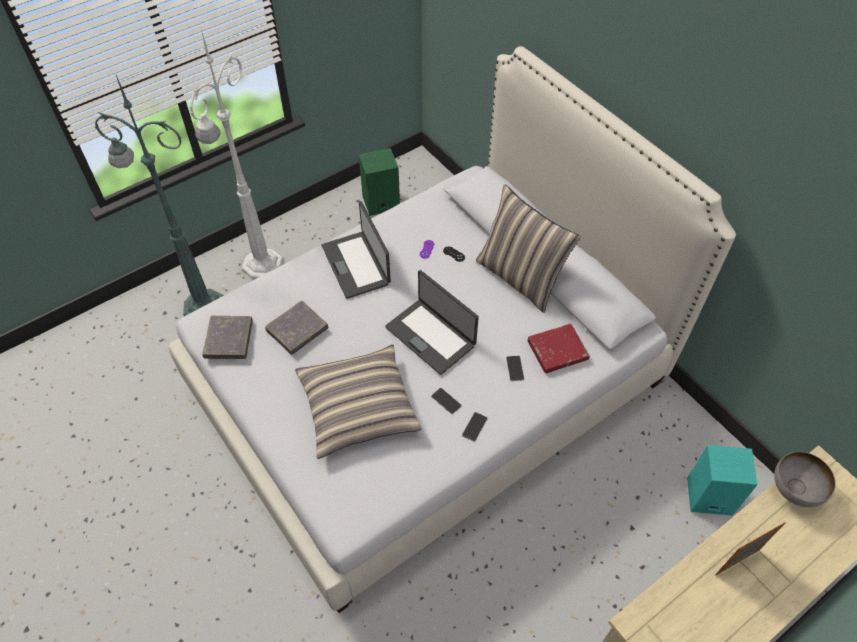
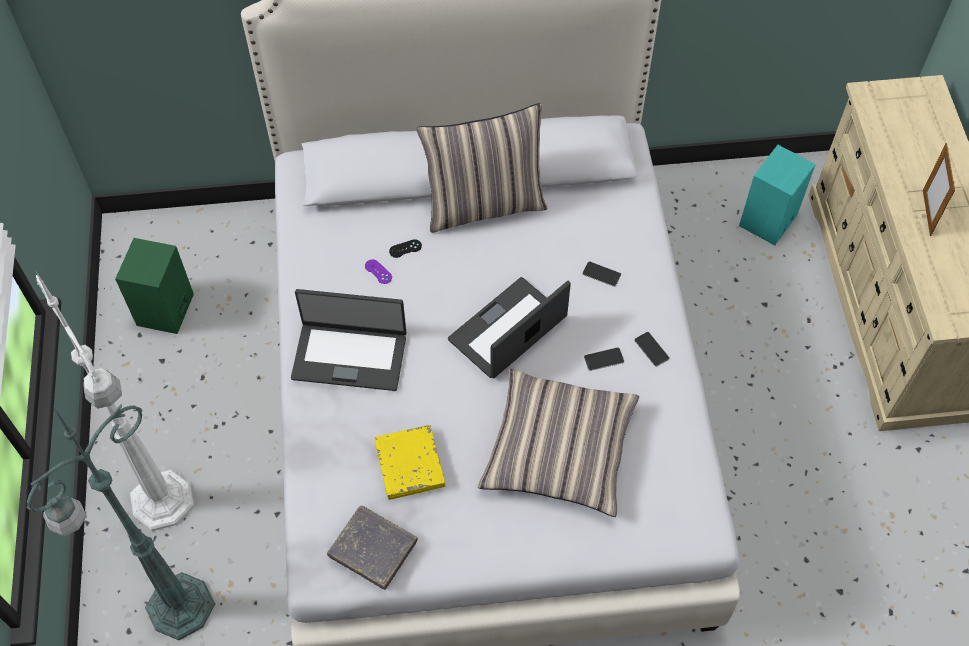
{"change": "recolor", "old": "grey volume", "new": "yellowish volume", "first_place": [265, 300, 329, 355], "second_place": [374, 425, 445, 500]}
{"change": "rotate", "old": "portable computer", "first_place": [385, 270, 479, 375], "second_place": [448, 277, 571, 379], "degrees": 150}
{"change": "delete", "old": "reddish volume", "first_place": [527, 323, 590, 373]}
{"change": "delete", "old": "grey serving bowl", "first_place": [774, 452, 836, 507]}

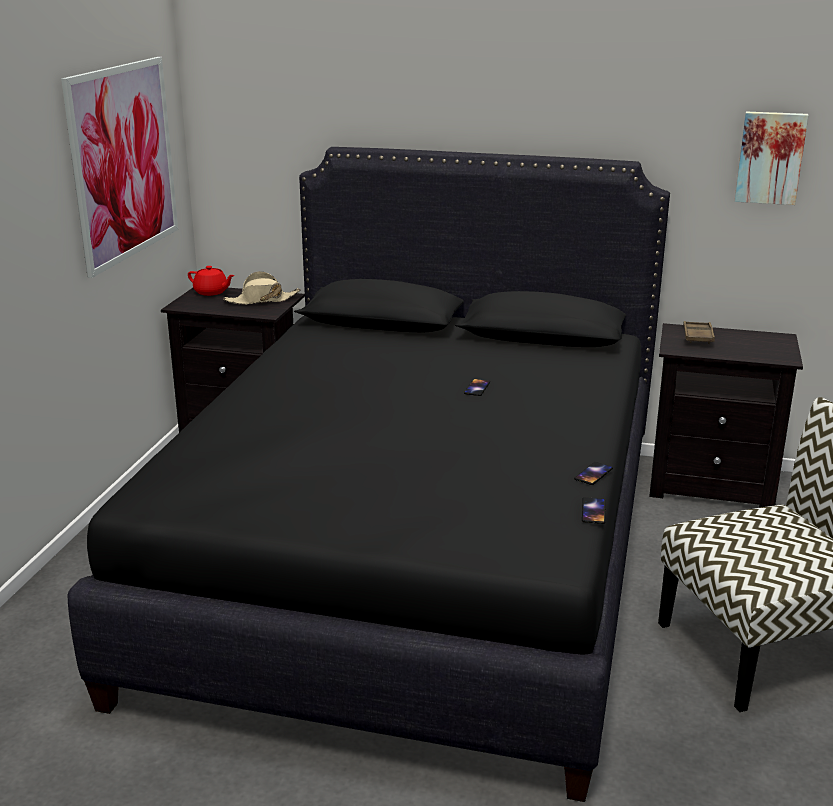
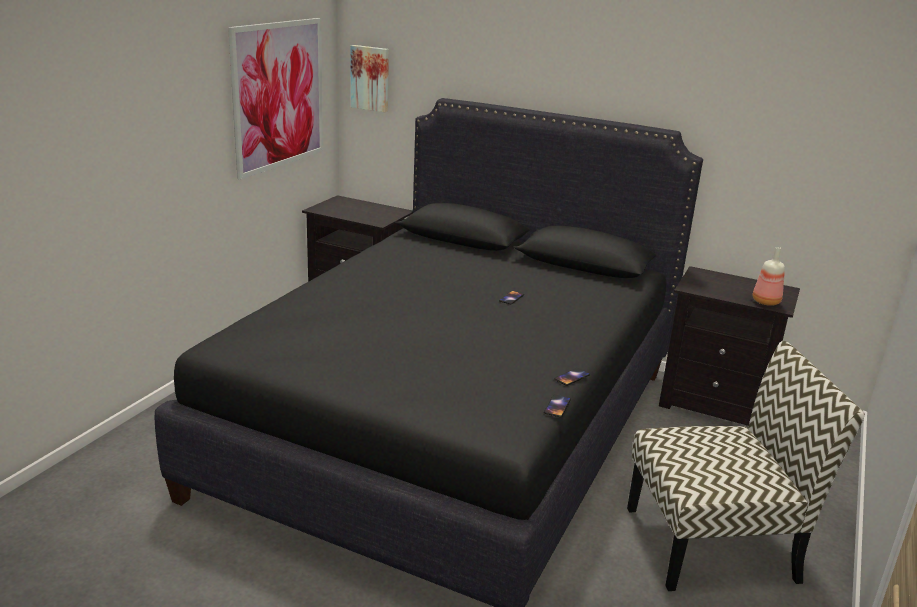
{"change": "delete", "old": "reddish teapot", "first_place": [188, 266, 235, 296]}
{"change": "delete", "old": "beige clothing hat", "first_place": [223, 271, 300, 305]}
{"change": "delete", "old": "brown tray", "first_place": [683, 321, 715, 344]}
{"change": "move", "old": "wall picture", "first_place": [735, 112, 809, 205], "second_place": [351, 45, 389, 112]}
{"change": "insert", "new": "beverage bottle", "second_place": [752, 247, 785, 306]}

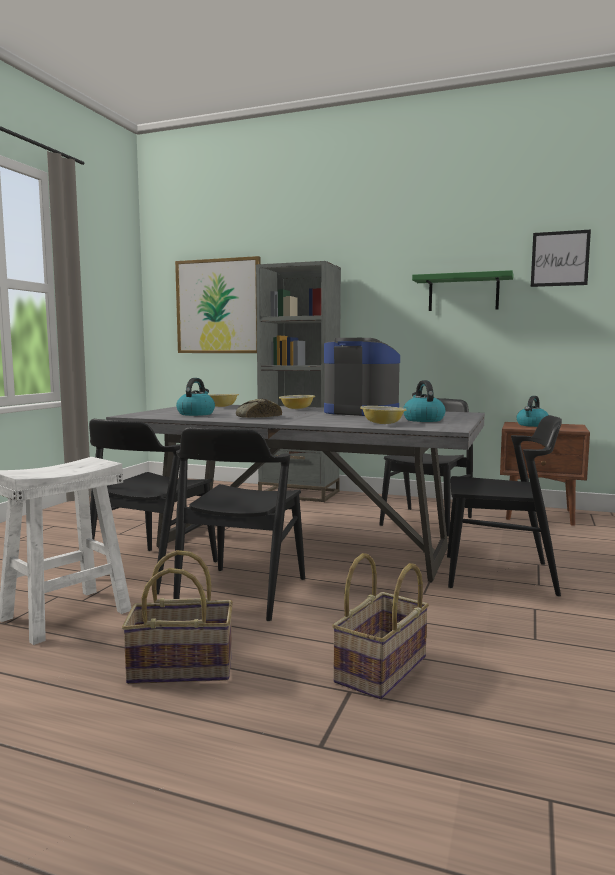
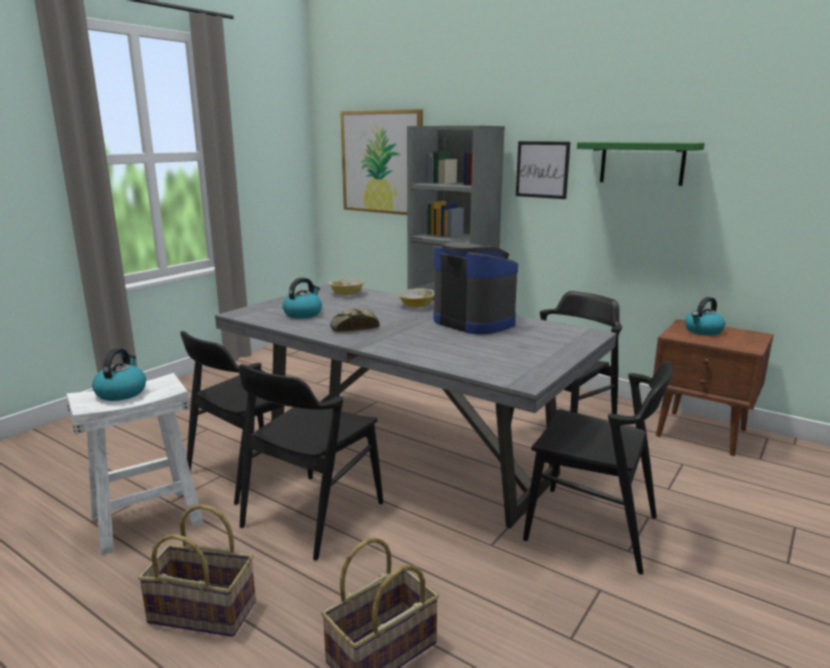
{"change": "delete", "old": "serving bowl", "first_place": [360, 406, 407, 424]}
{"change": "move", "old": "tea kettle", "first_place": [403, 380, 445, 422], "second_place": [92, 348, 146, 401]}
{"change": "move", "old": "wall picture", "first_place": [531, 230, 591, 287], "second_place": [516, 141, 570, 199]}

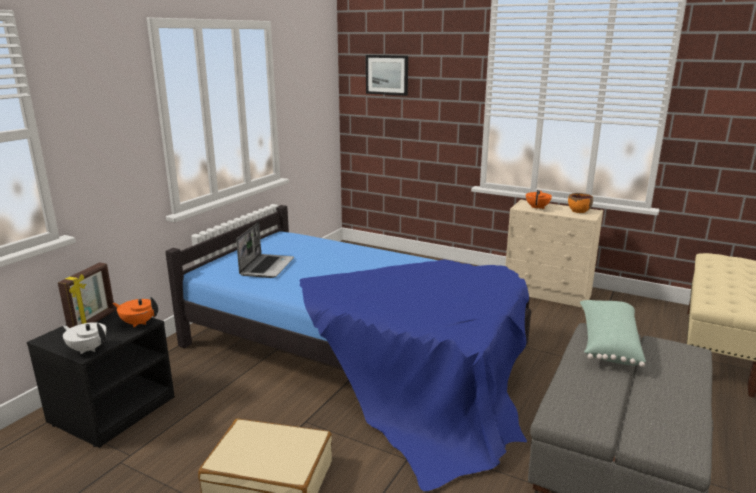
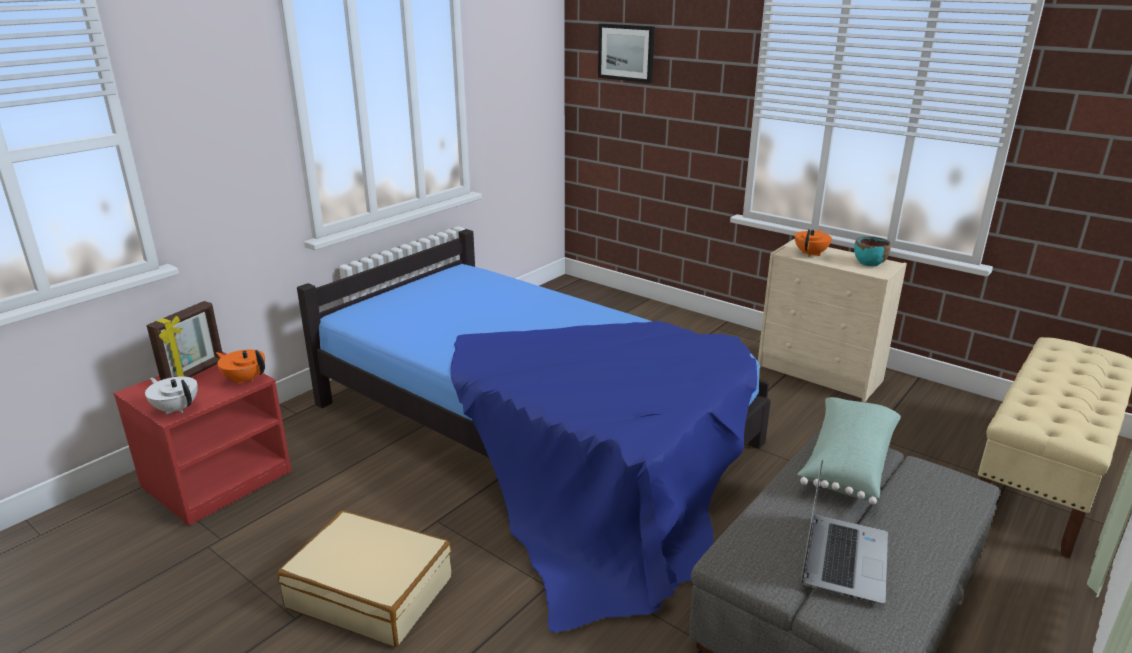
{"change": "recolor", "old": "black-coloured nightstand", "new": "reddish nightstand", "first_place": [27, 306, 175, 448], "second_place": [114, 351, 292, 526]}
{"change": "move", "old": "portable computer", "first_place": [236, 222, 294, 278], "second_place": [801, 460, 888, 604]}
{"change": "recolor", "old": "orange serving bowl", "new": "turquoise-coloured serving bowl", "first_place": [568, 193, 593, 213], "second_place": [854, 236, 891, 266]}

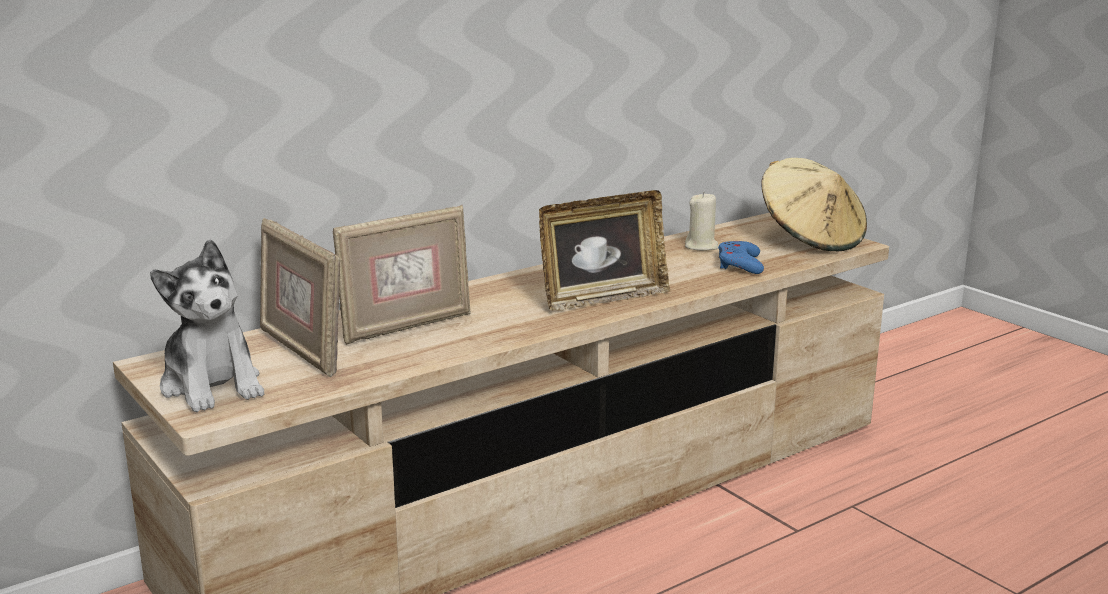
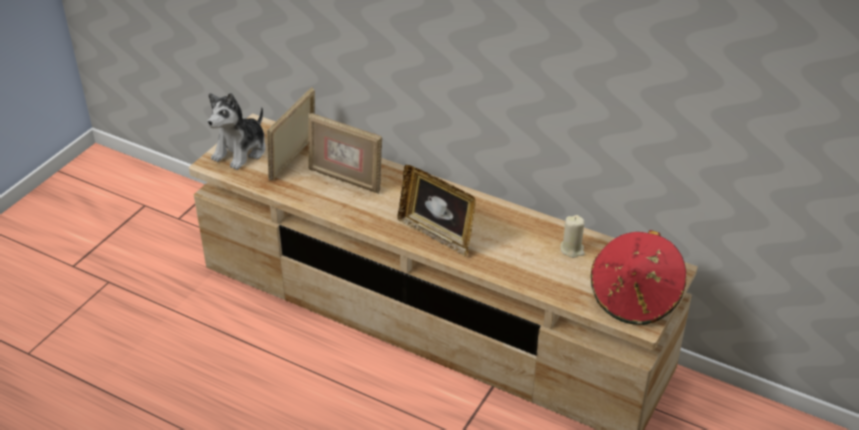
{"change": "delete", "old": "bluish game controller", "first_place": [718, 241, 764, 274]}
{"change": "recolor", "old": "beige clothing hat", "new": "reddish clothing hat", "first_place": [761, 158, 867, 251], "second_place": [591, 230, 686, 325]}

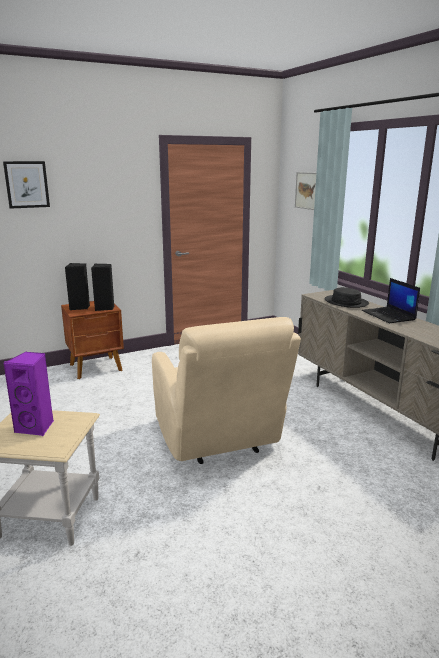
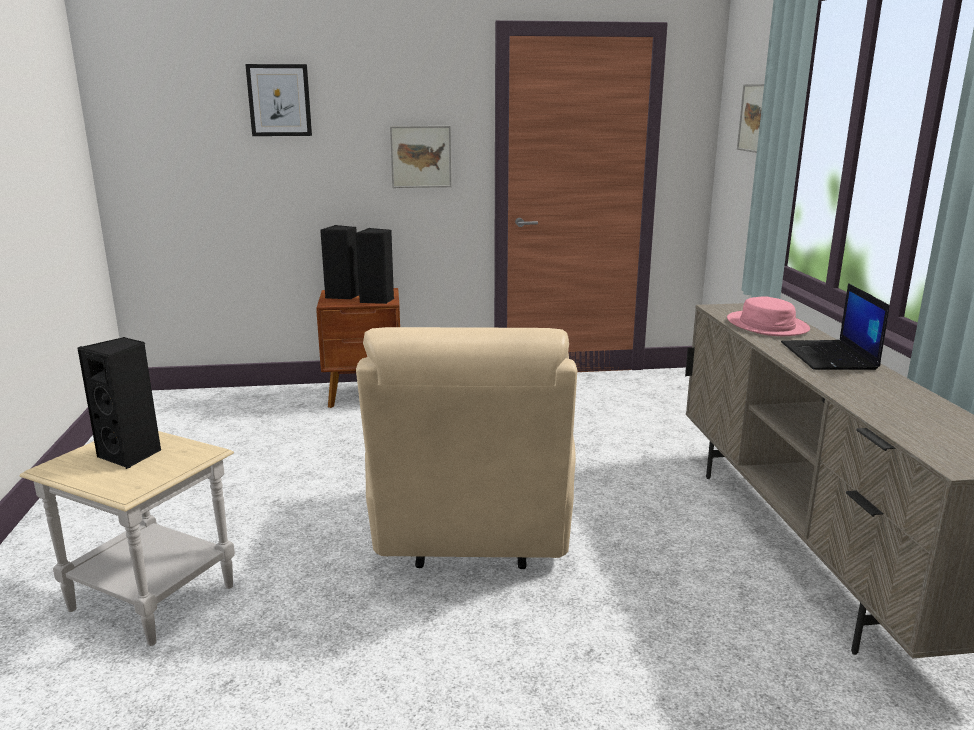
{"change": "recolor", "old": "purple loudspeaker", "new": "black-coloured loudspeaker", "first_place": [3, 352, 54, 436], "second_place": [78, 337, 161, 469]}
{"change": "recolor", "old": "black-coloured clothing hat", "new": "pinkish clothing hat", "first_place": [324, 287, 369, 308], "second_place": [727, 296, 810, 336]}
{"change": "insert", "new": "wall picture", "second_place": [390, 126, 452, 188]}

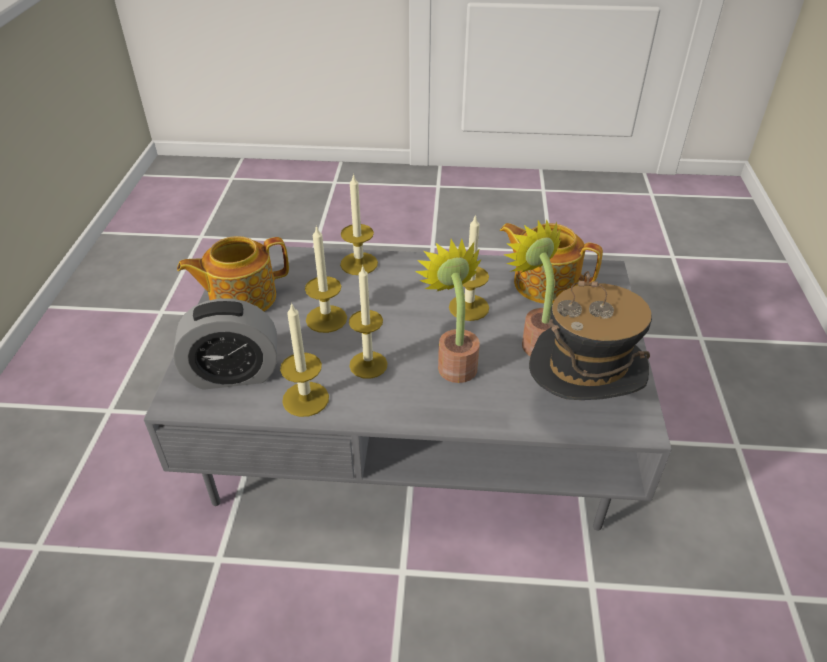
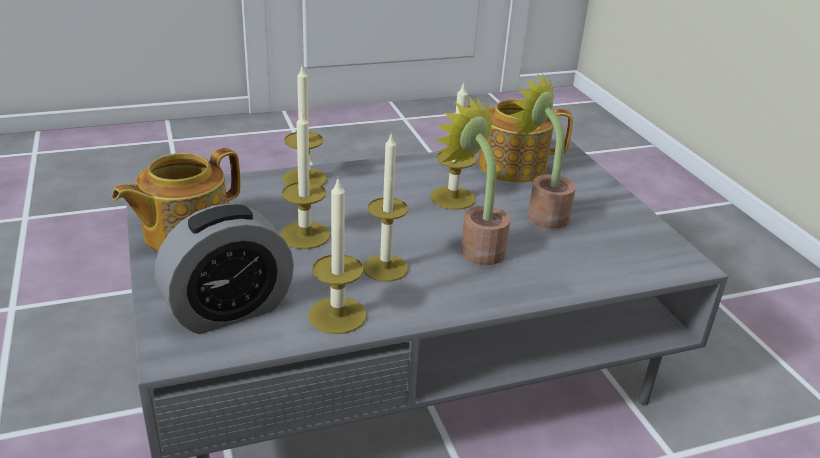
{"change": "delete", "old": "clothing hat", "first_place": [529, 271, 652, 400]}

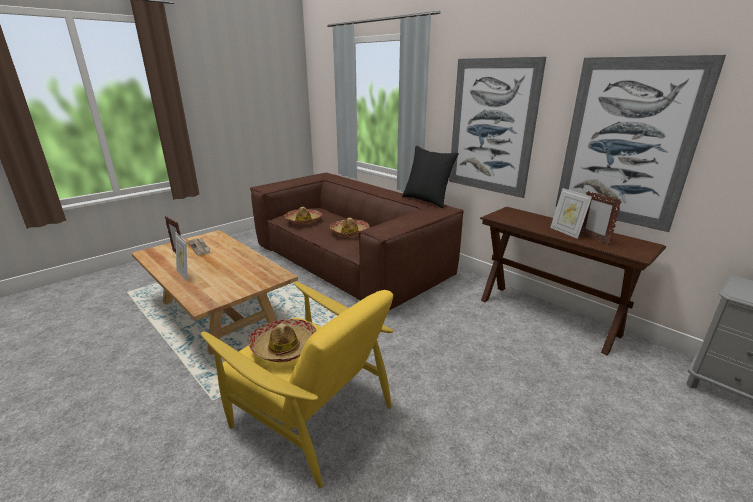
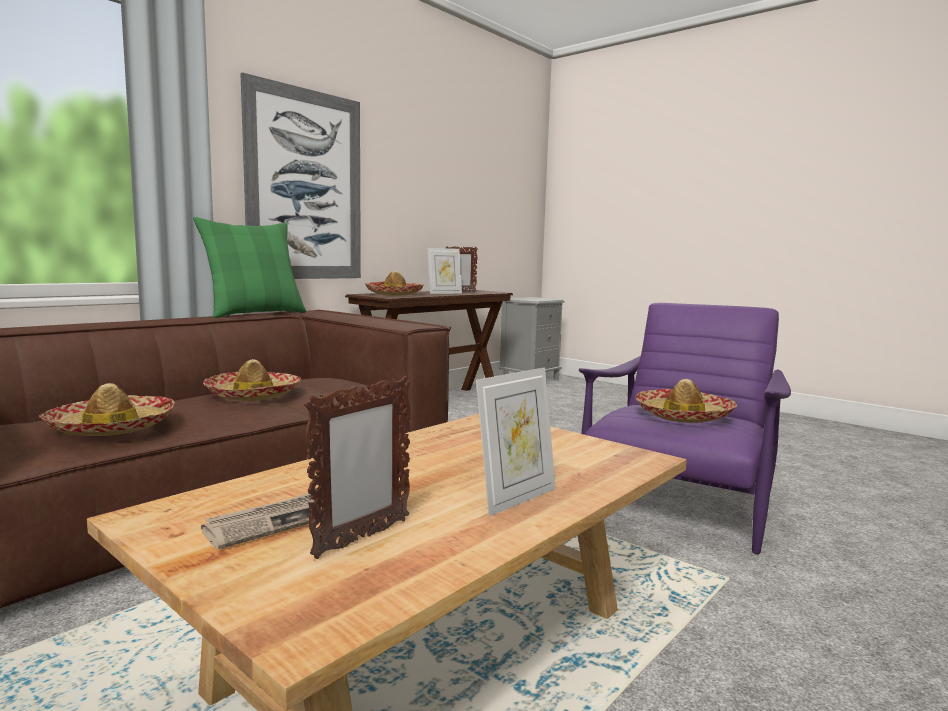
{"change": "recolor", "old": "yellowish armchair", "new": "purple armchair", "first_place": [201, 281, 393, 488], "second_place": [579, 303, 791, 554]}
{"change": "recolor", "old": "black-coloured pillow", "new": "greenish pillow", "first_place": [402, 146, 459, 208], "second_place": [193, 217, 306, 318]}
{"change": "delete", "old": "wall picture", "first_place": [556, 55, 726, 232]}
{"change": "insert", "new": "clothing hat", "second_place": [365, 271, 425, 296]}

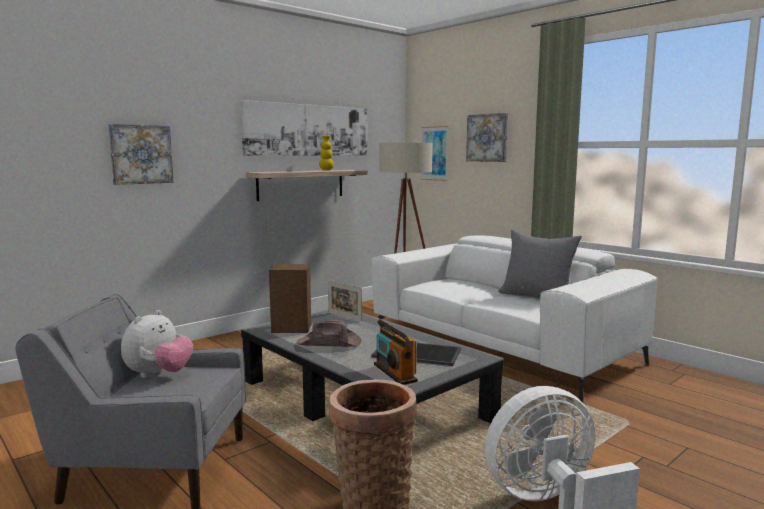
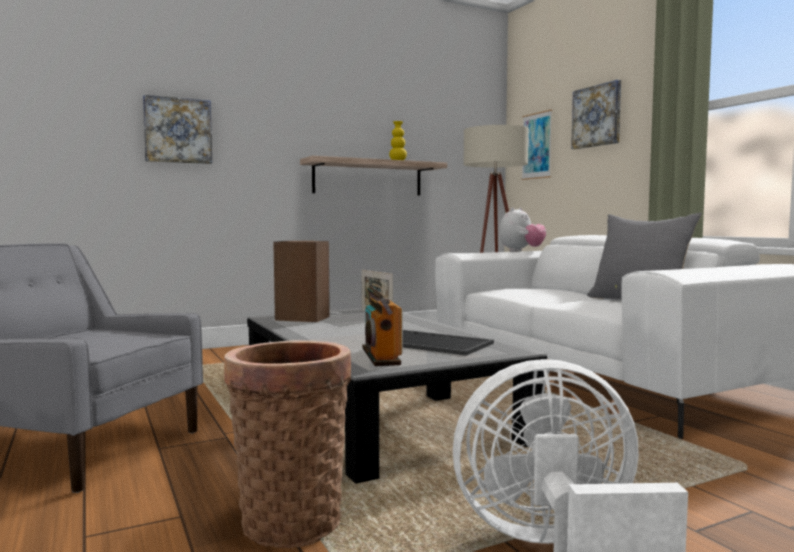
{"change": "move", "old": "cuddly toy", "first_place": [121, 310, 193, 378], "second_place": [499, 207, 546, 252]}
{"change": "delete", "old": "wall picture", "first_place": [240, 100, 367, 156]}
{"change": "delete", "old": "brown clothing hat", "first_place": [297, 320, 362, 347]}

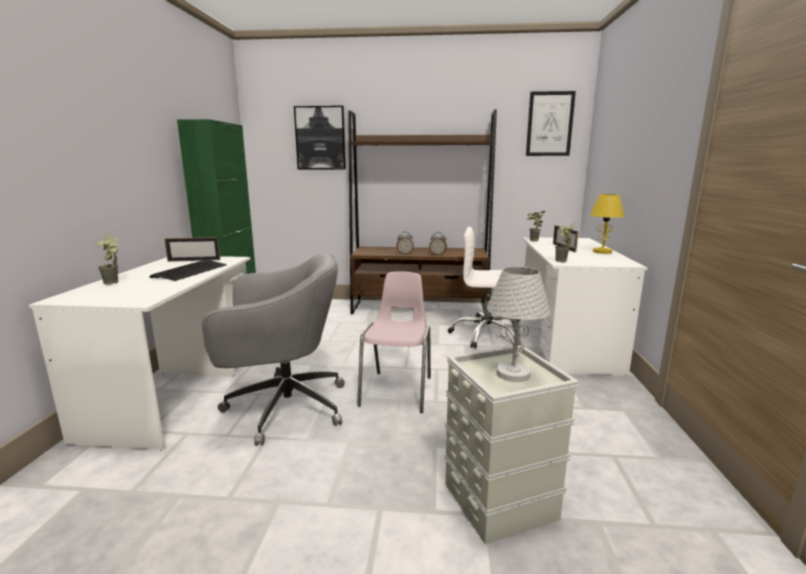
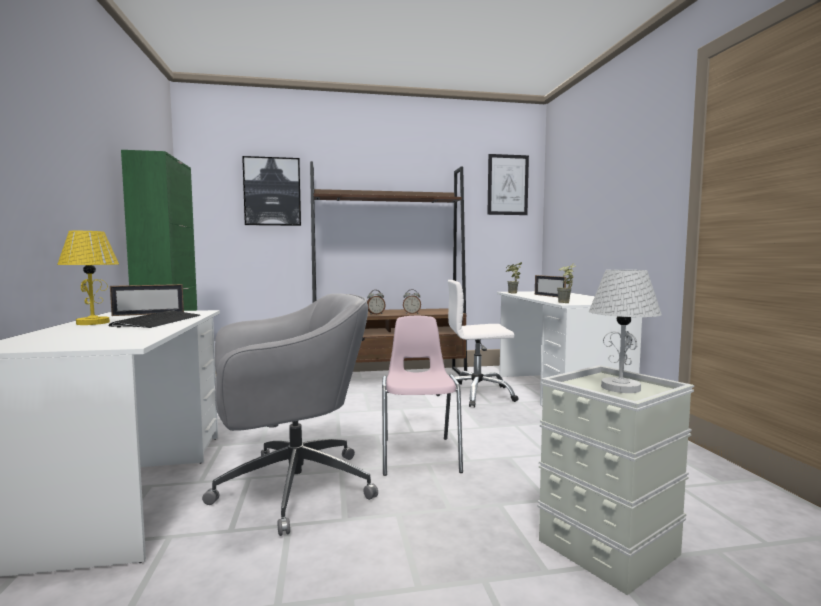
{"change": "delete", "old": "plant in a pot", "first_place": [95, 234, 120, 285]}
{"change": "move", "old": "yellowish lamp for a table", "first_place": [590, 194, 625, 254], "second_place": [57, 231, 119, 325]}

